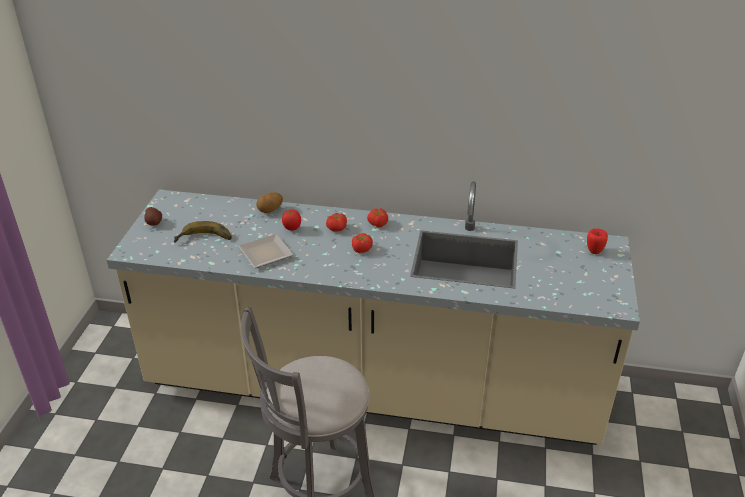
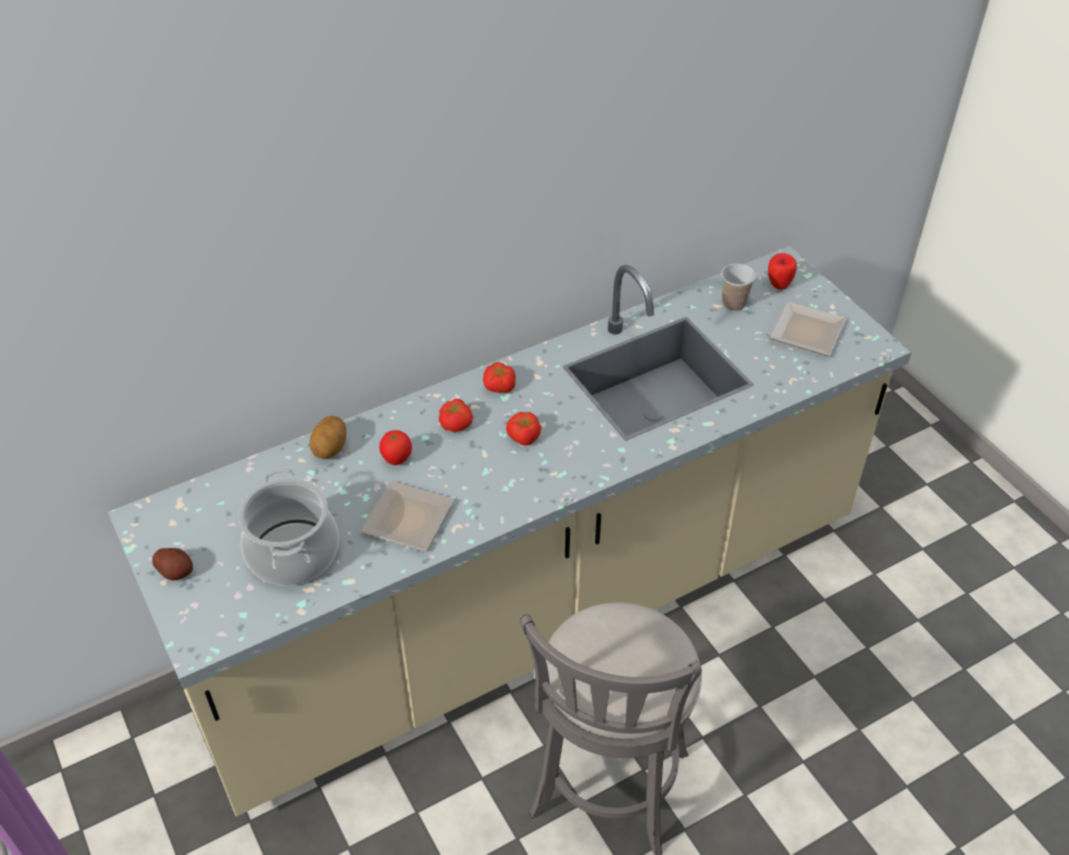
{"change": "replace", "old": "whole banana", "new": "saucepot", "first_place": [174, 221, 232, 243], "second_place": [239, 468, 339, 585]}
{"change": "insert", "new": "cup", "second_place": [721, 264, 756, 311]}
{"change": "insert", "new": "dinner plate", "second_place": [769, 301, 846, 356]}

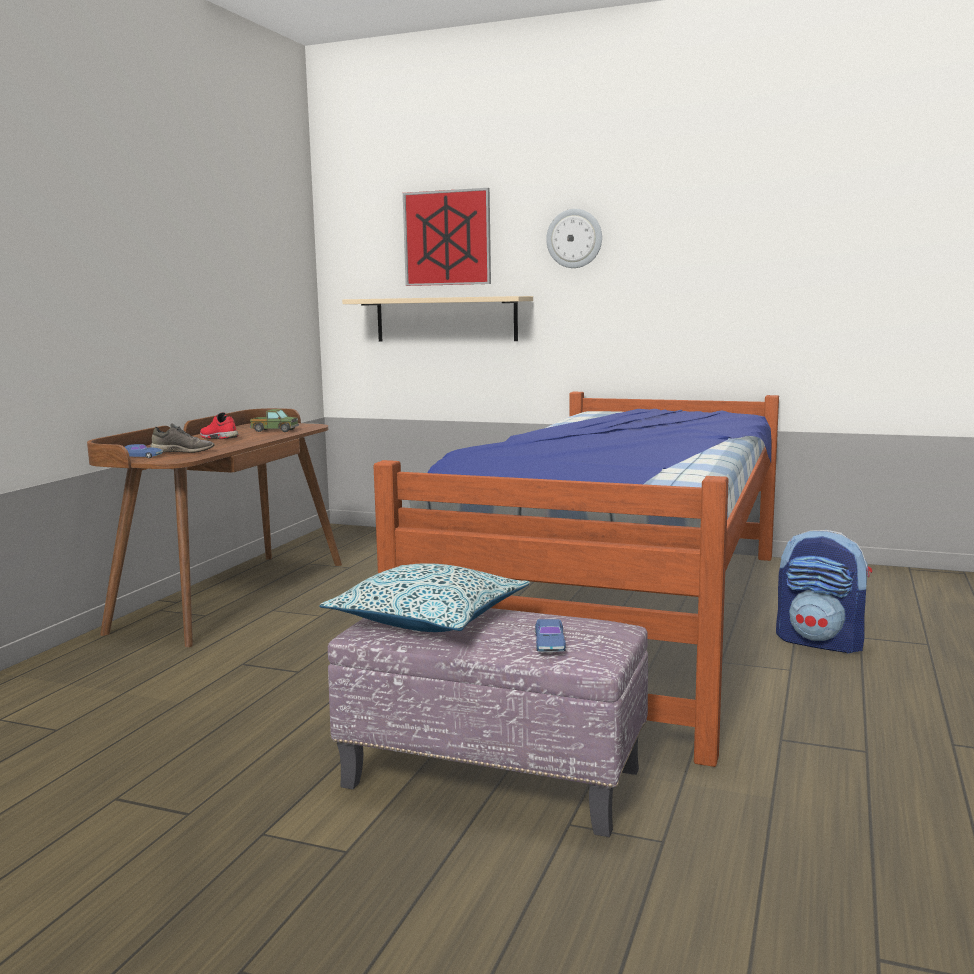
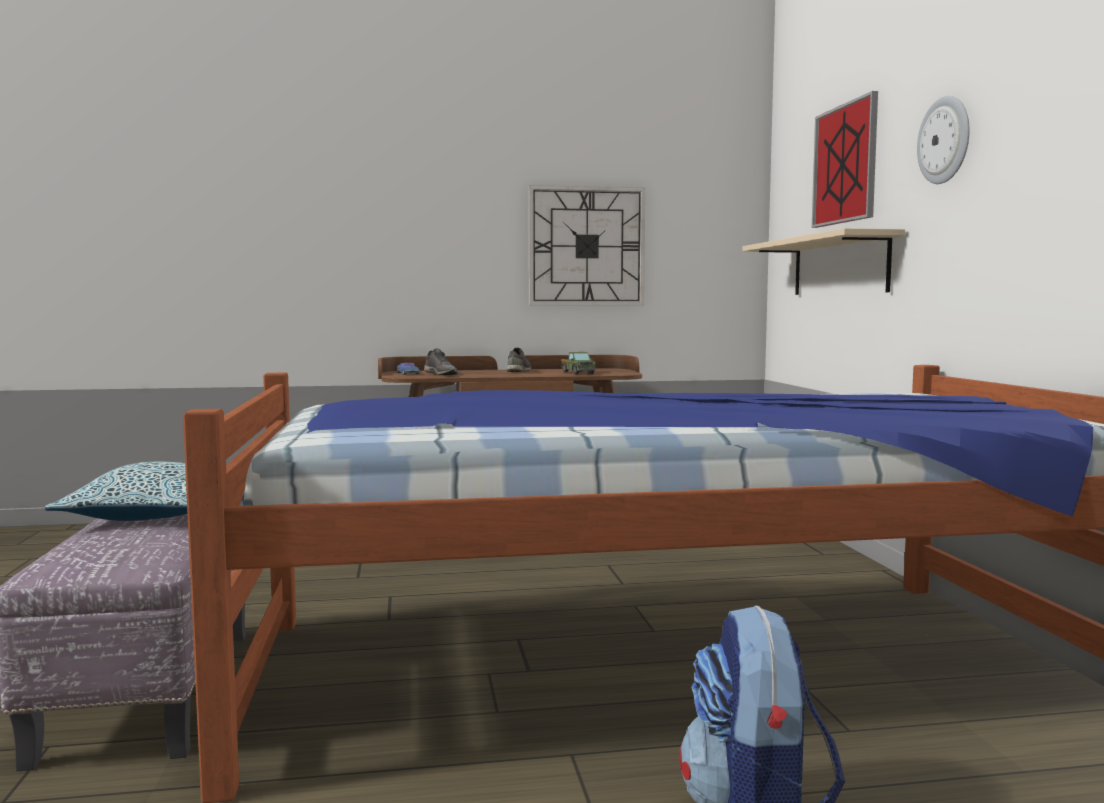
{"change": "recolor", "old": "reddish low shoe", "new": "grey low shoe", "first_place": [200, 412, 239, 439], "second_place": [506, 348, 531, 372]}
{"change": "delete", "old": "bluish model car", "first_place": [535, 619, 566, 652]}
{"change": "insert", "new": "clock on the wall", "second_place": [529, 185, 645, 305]}

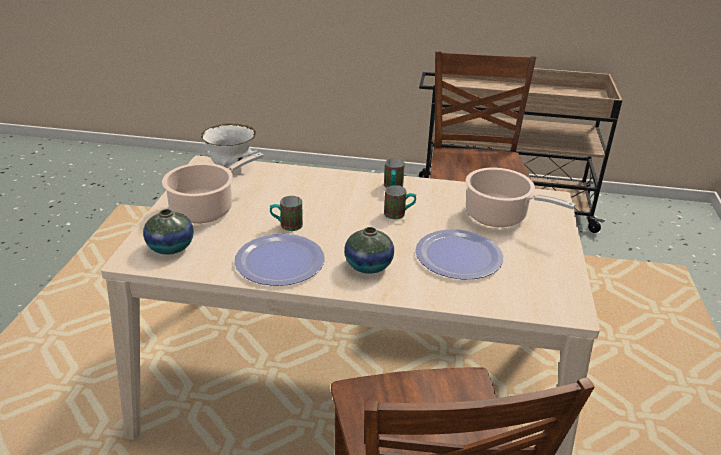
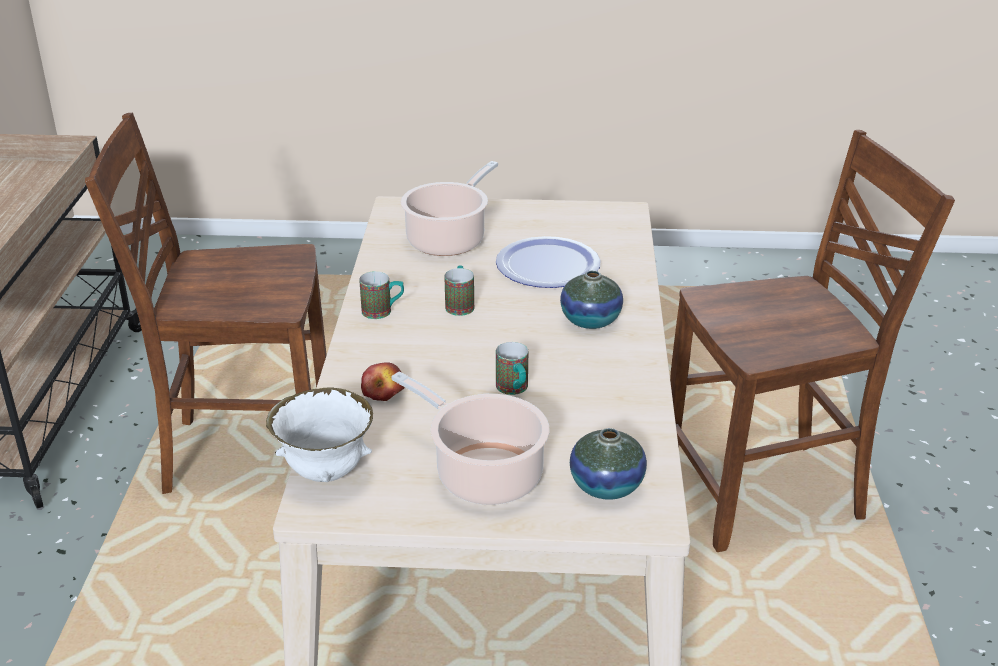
{"change": "delete", "old": "dinner plate", "first_place": [235, 234, 325, 286]}
{"change": "insert", "new": "whole apple", "second_place": [361, 362, 405, 401]}

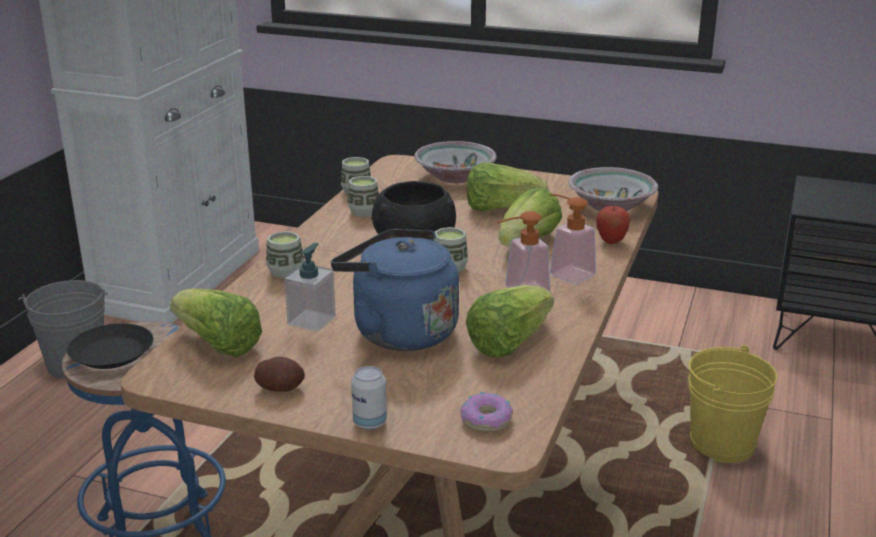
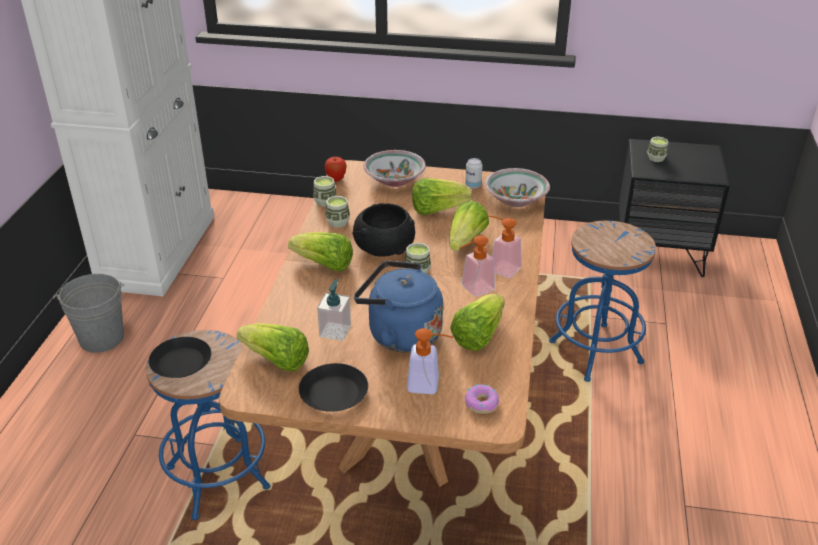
{"change": "replace", "old": "potato", "new": "black-coloured dinner plate", "first_place": [254, 356, 305, 392], "second_place": [299, 363, 368, 412]}
{"change": "move", "old": "cup", "first_place": [266, 231, 304, 278], "second_place": [647, 137, 669, 162]}
{"change": "move", "old": "can", "first_place": [351, 366, 387, 430], "second_place": [465, 158, 483, 189]}
{"change": "move", "old": "whole apple", "first_place": [596, 206, 631, 244], "second_place": [324, 157, 347, 182]}
{"change": "replace", "old": "yellowish water bucket", "new": "bluish sitting stool", "first_place": [688, 345, 777, 463], "second_place": [549, 221, 656, 382]}
{"change": "insert", "new": "head of lettuce", "second_place": [288, 232, 353, 271]}
{"change": "insert", "new": "soap bottle", "second_place": [407, 328, 453, 394]}

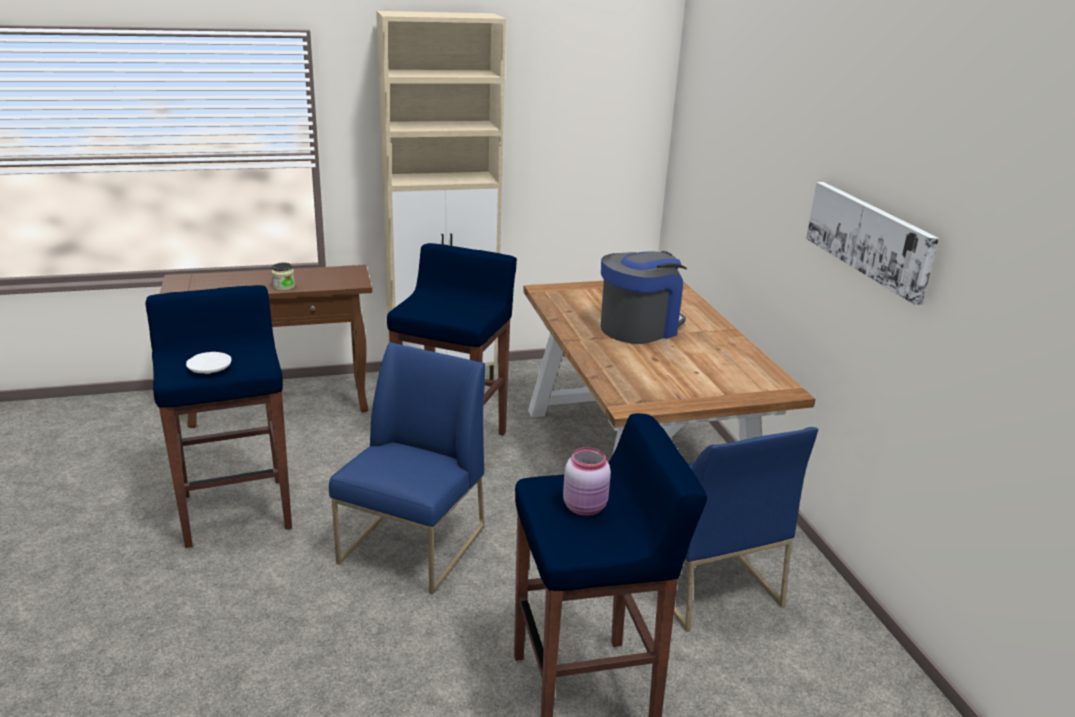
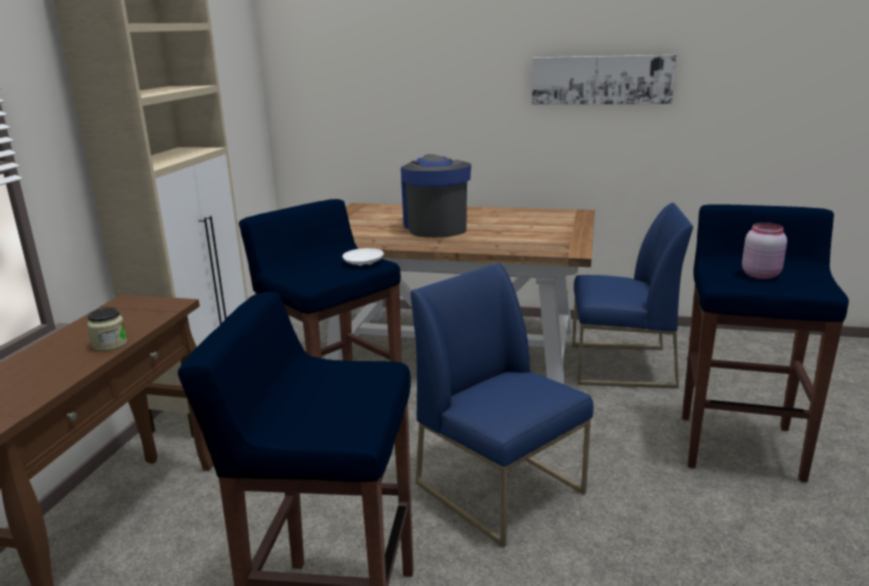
{"change": "move", "old": "white dinner plate", "first_place": [186, 352, 231, 374], "second_place": [342, 248, 384, 266]}

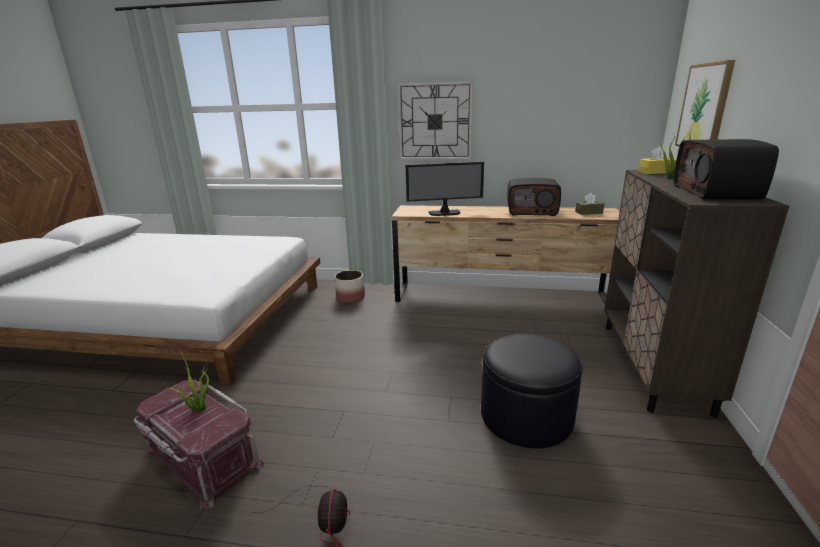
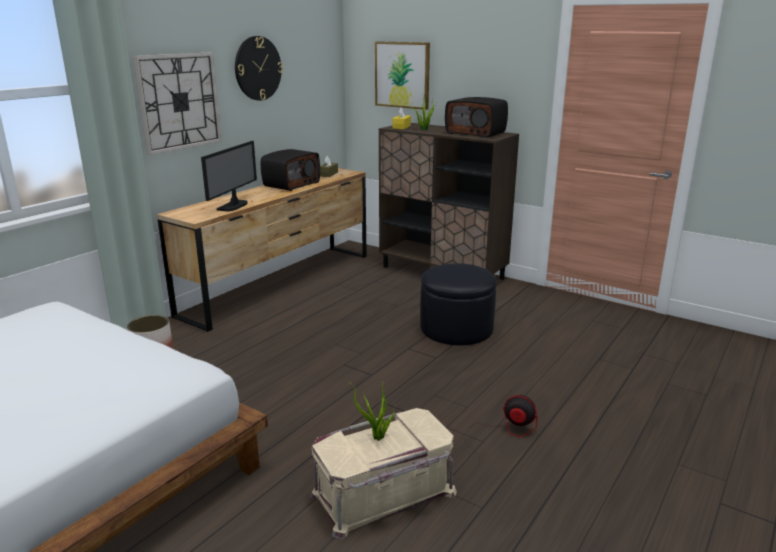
{"change": "recolor", "old": "reddish storage container", "new": "beige storage container", "first_place": [134, 380, 264, 509], "second_place": [310, 408, 457, 539]}
{"change": "insert", "new": "clock on the wall", "second_place": [235, 36, 283, 101]}

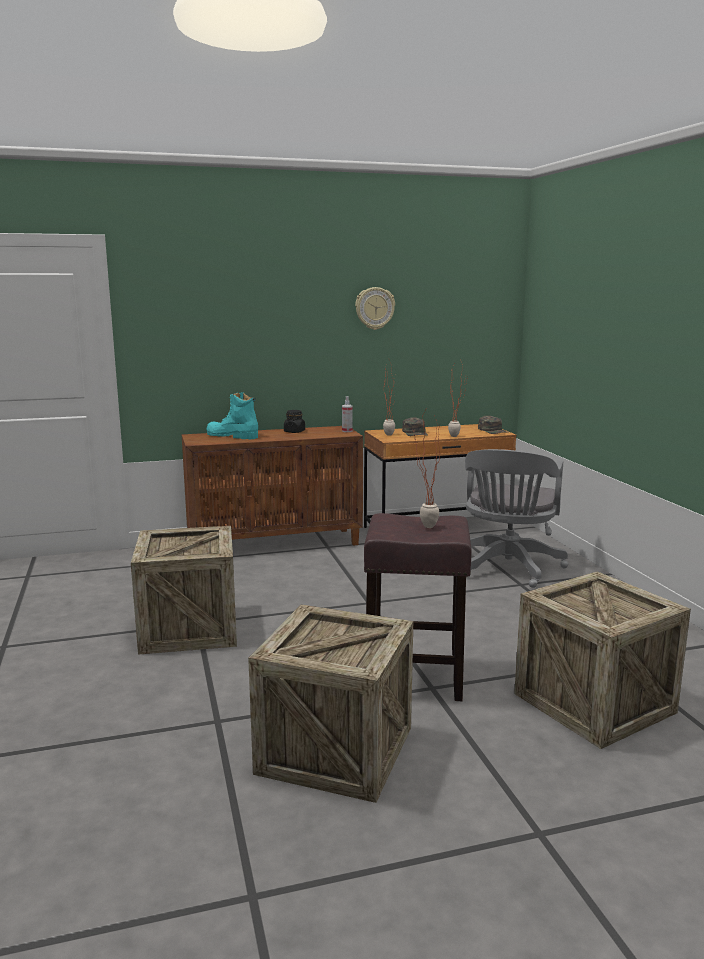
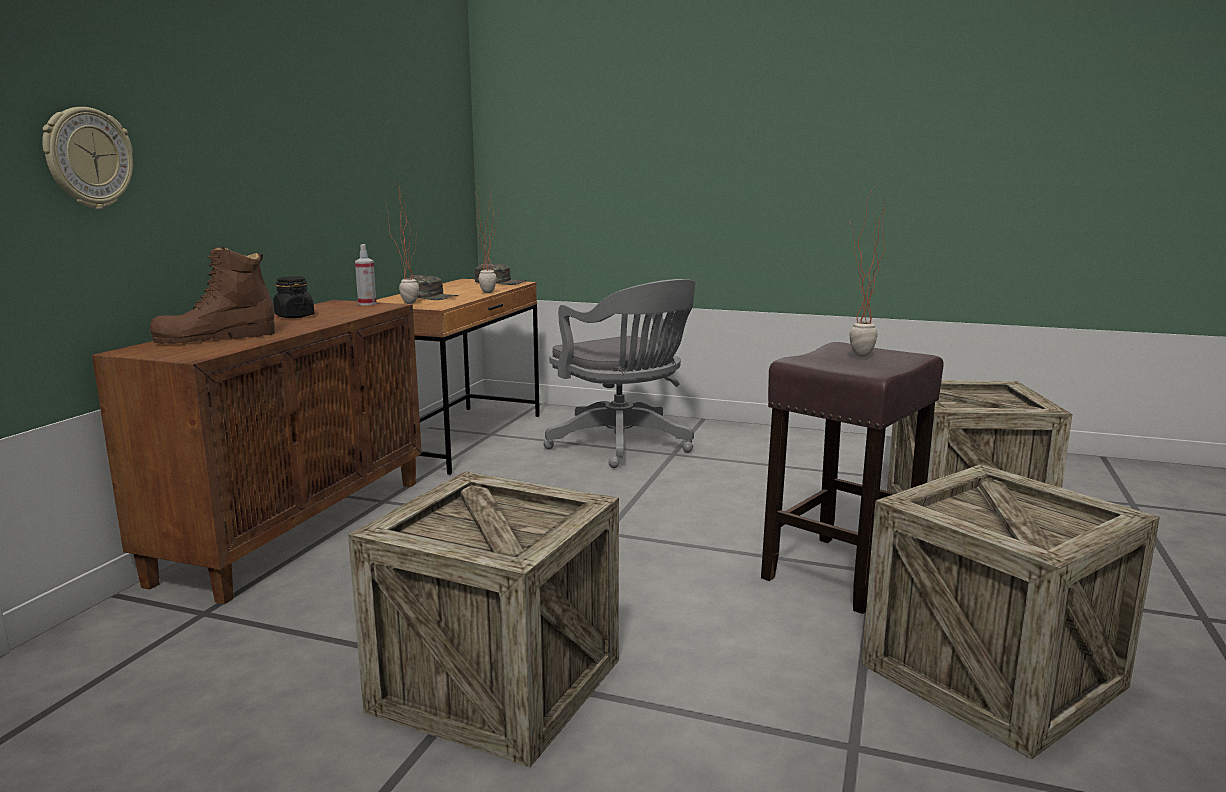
{"change": "recolor", "old": "turquoise-coloured high-top boot", "new": "brown high-top boot", "first_place": [206, 393, 258, 439], "second_place": [150, 247, 275, 344]}
{"change": "move", "old": "clock on the wall", "first_place": [355, 287, 395, 330], "second_place": [42, 107, 133, 209]}

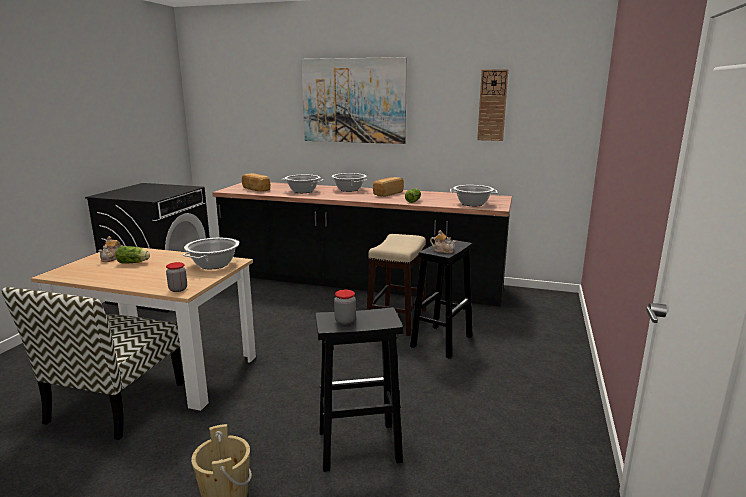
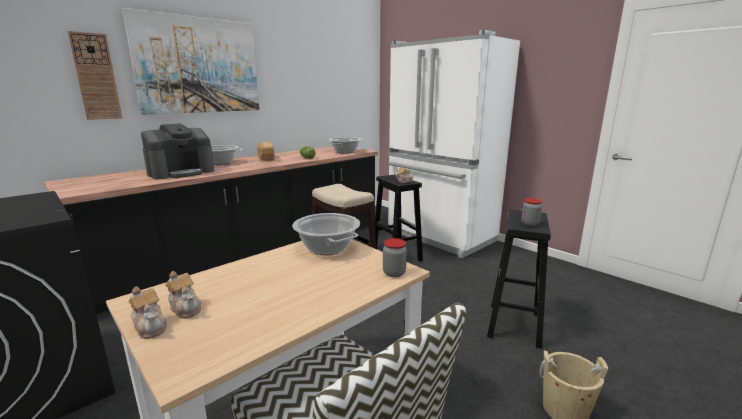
{"change": "delete", "old": "head of lettuce", "first_place": [116, 246, 150, 264]}
{"change": "delete", "old": "baked bread", "first_place": [242, 173, 270, 191]}
{"change": "replace", "old": "saucepot", "new": "coffee maker", "first_place": [281, 175, 324, 193], "second_place": [141, 123, 215, 179]}
{"change": "move", "old": "clock on the wall", "first_place": [477, 69, 508, 141], "second_place": [67, 31, 122, 120]}
{"change": "insert", "new": "teapot", "second_place": [129, 286, 167, 339]}
{"change": "insert", "new": "white fridge", "second_place": [388, 30, 520, 258]}

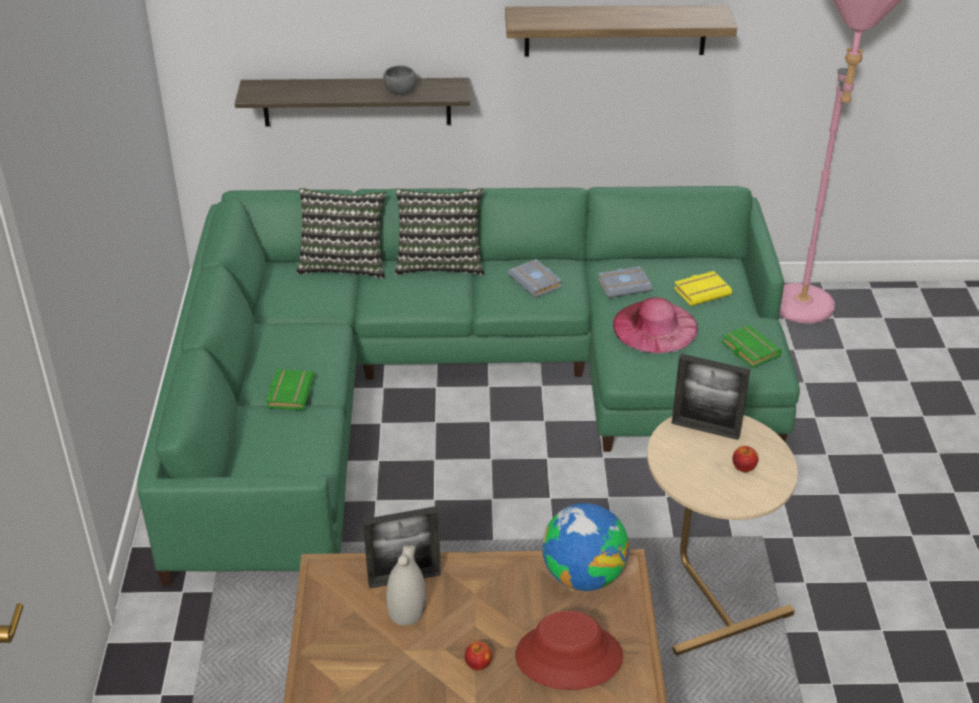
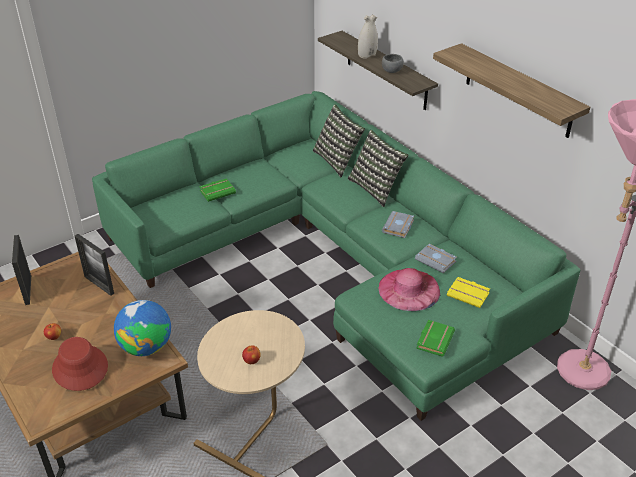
{"change": "move", "old": "white flower vase", "first_place": [386, 545, 426, 626], "second_place": [358, 15, 378, 59]}
{"change": "move", "old": "standing frame", "first_place": [672, 354, 750, 440], "second_place": [12, 235, 31, 305]}

